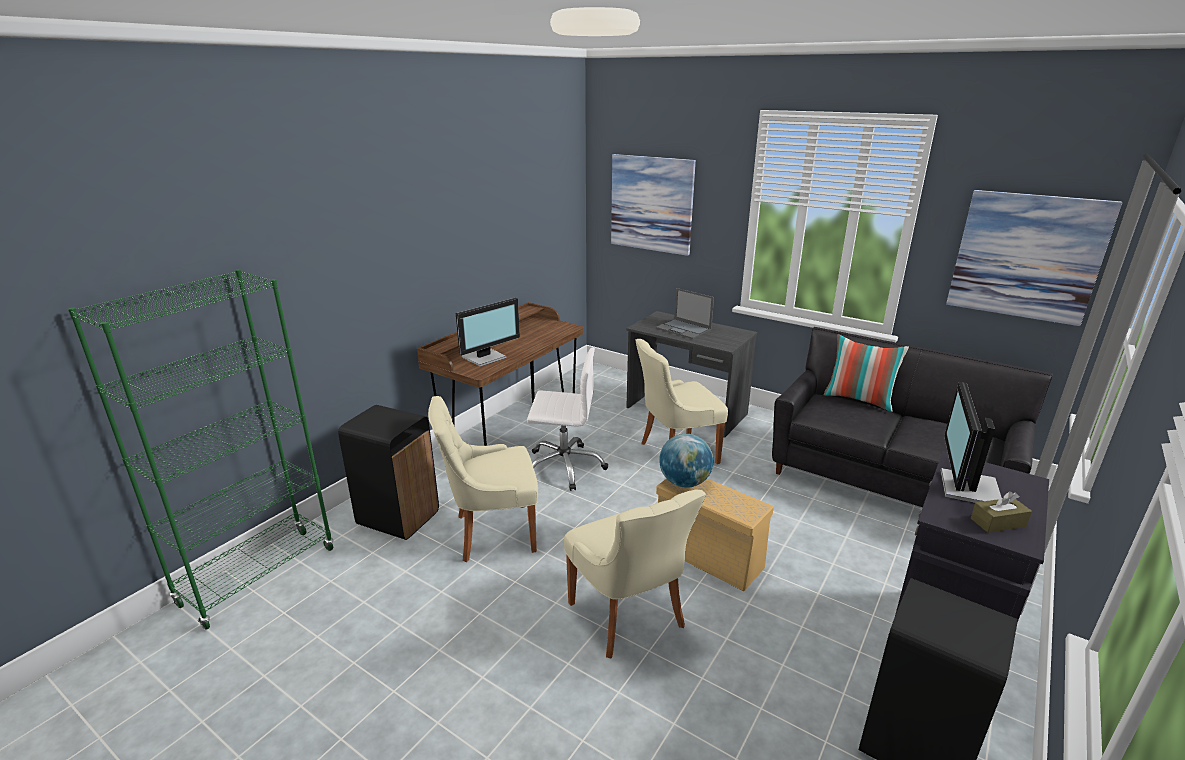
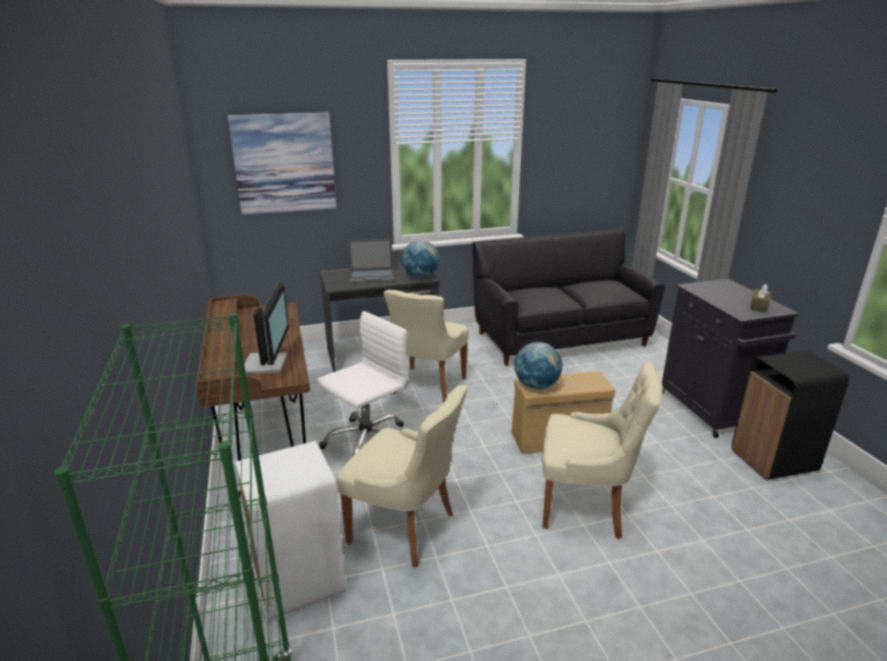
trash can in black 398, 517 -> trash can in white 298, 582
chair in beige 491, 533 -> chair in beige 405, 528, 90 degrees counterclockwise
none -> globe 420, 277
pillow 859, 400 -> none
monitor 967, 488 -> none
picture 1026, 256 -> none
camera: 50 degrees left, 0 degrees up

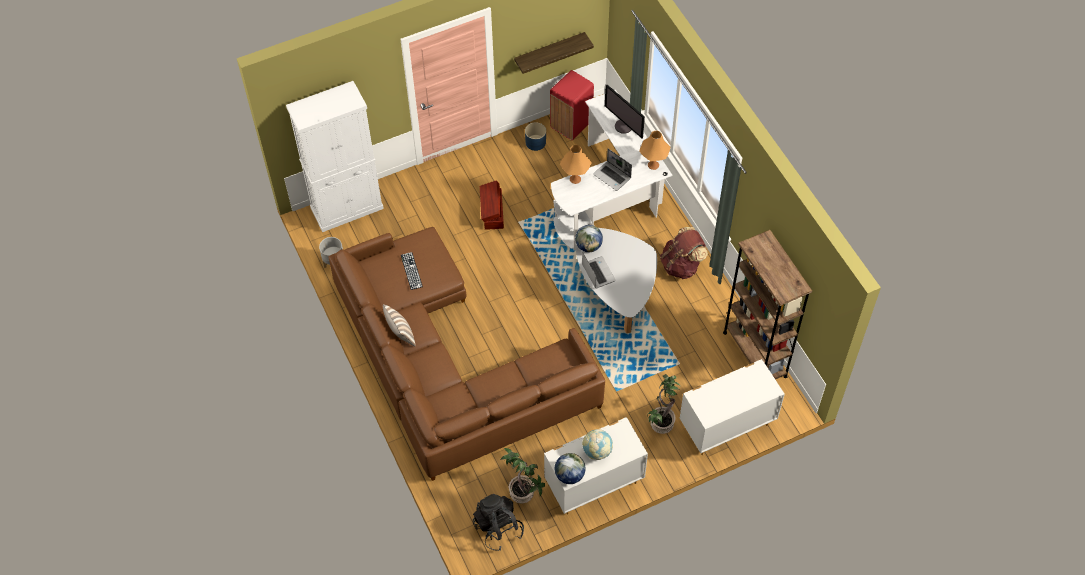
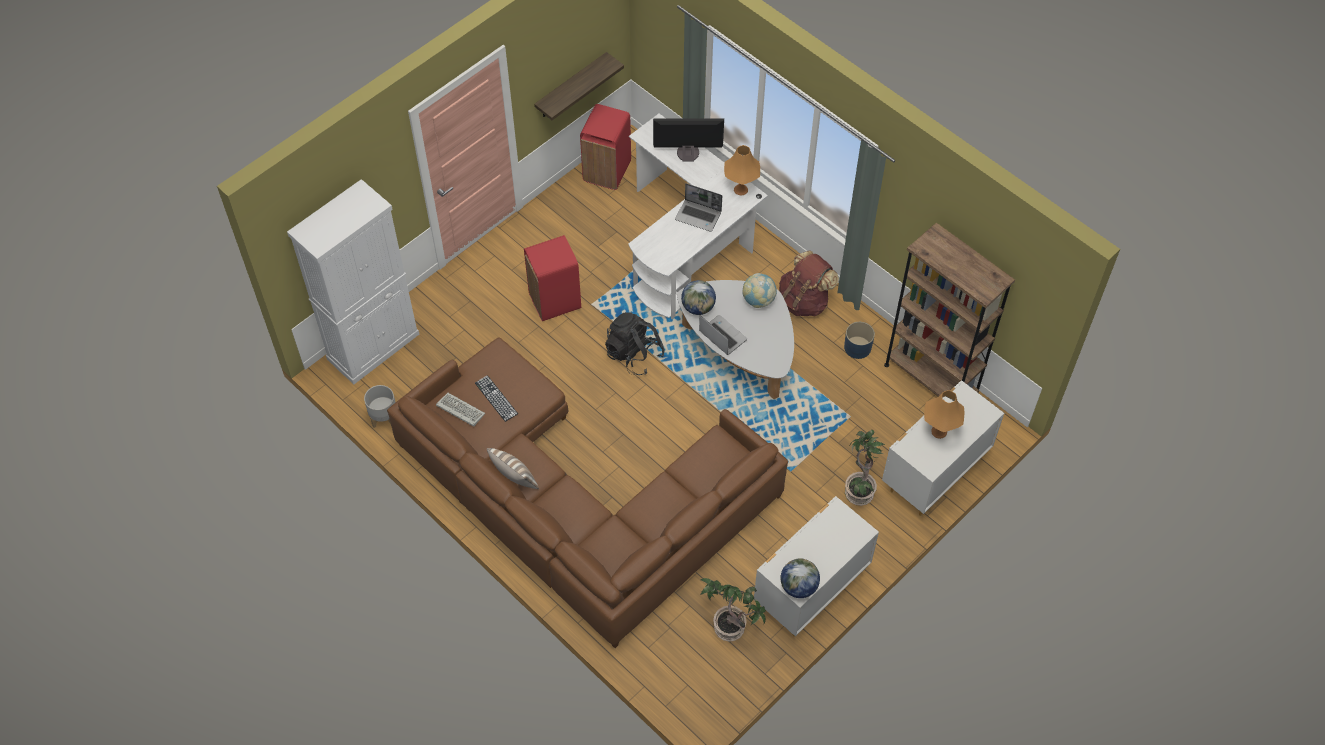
none -> keyboard 459, 410
storage box in brown 492, 212 -> trash can in red 555, 302
backpack in black 498, 528 -> backpack in black 634, 354, move
monitor 624, 126 -> monitor 687, 153, 150 degrees clockwise
globe 597, 451 -> globe 758, 300, move
planter in blue 535, 142 -> planter in blue 858, 347, move
table lamp in orange 575, 179 -> table lamp in orange 939, 431, move
camera: 20 degrees left, 0 degrees up

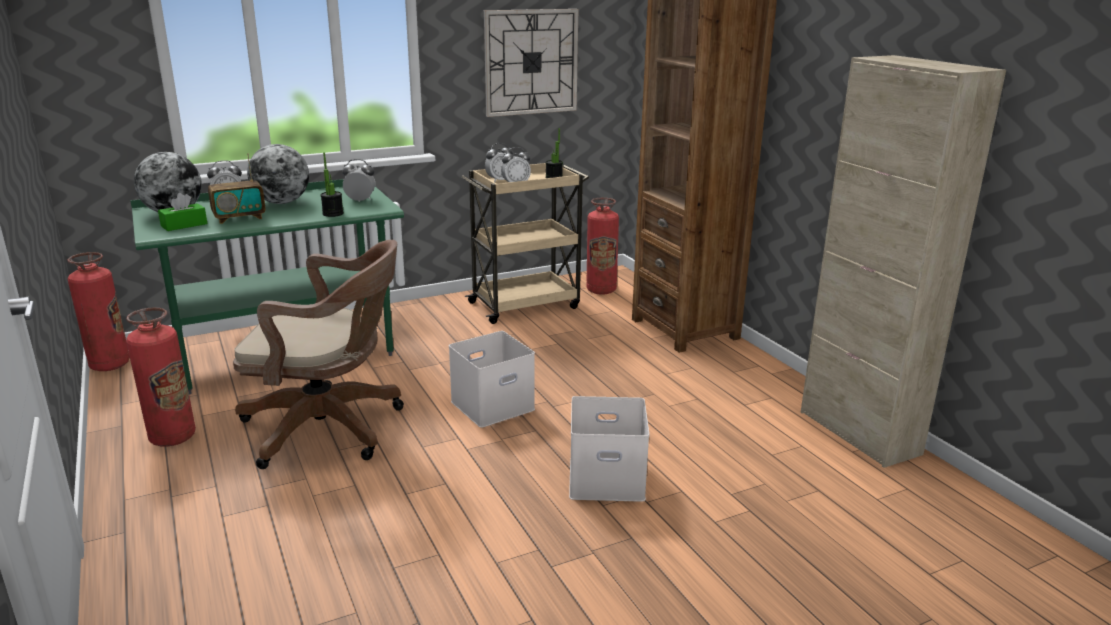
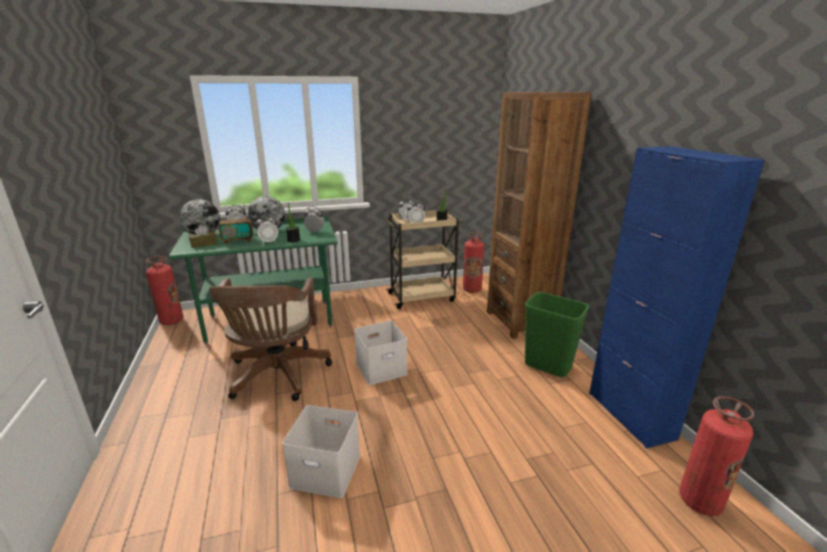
tissue box in green 184, 225 -> tissue box in brown 204, 244
office chair in brown 331, 428 -> office chair in brown 277, 376, 75 degrees clockwise
none -> alarm clock 269, 242
storage box in white 604, 479 -> storage box in white 324, 471, move
none -> trash can in green 548, 366
cabinet in beige 858, 432 -> cabinet in blue 630, 415
fire extinguisher 172, 437 -> fire extinguisher 700, 501, move
wall clock 531, 62 -> none
camera: 10 degrees right, 0 degrees up

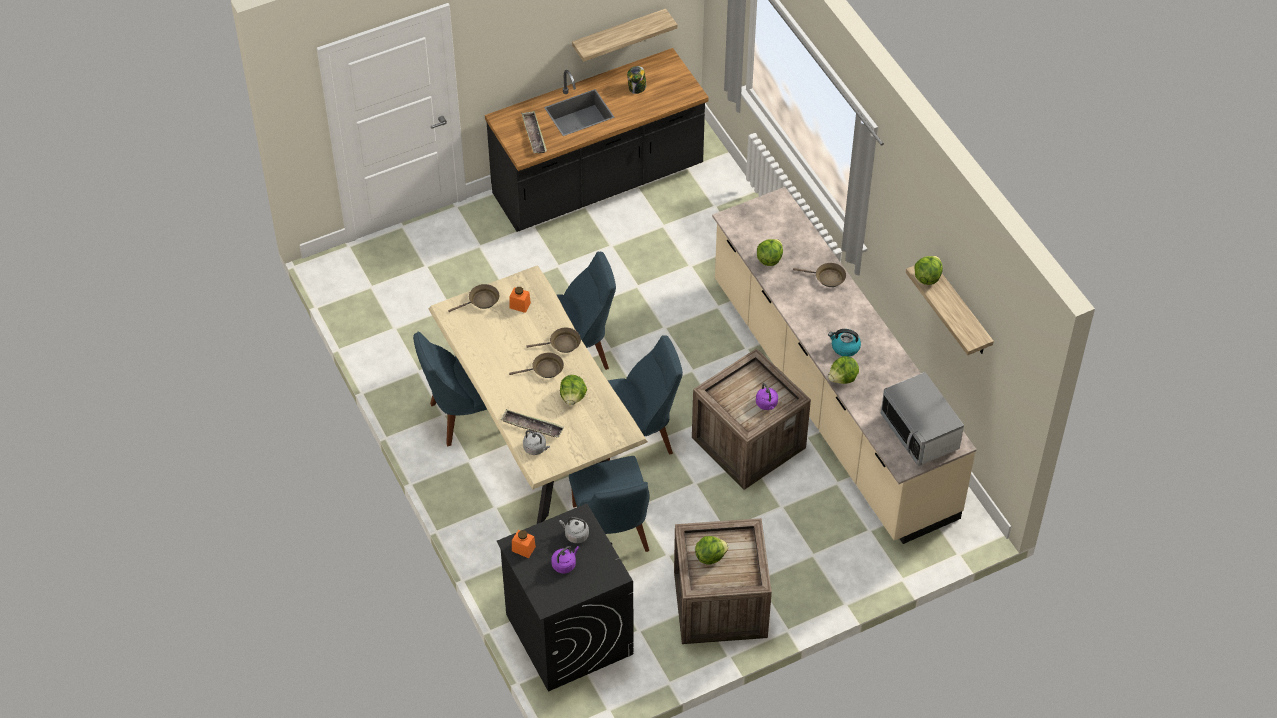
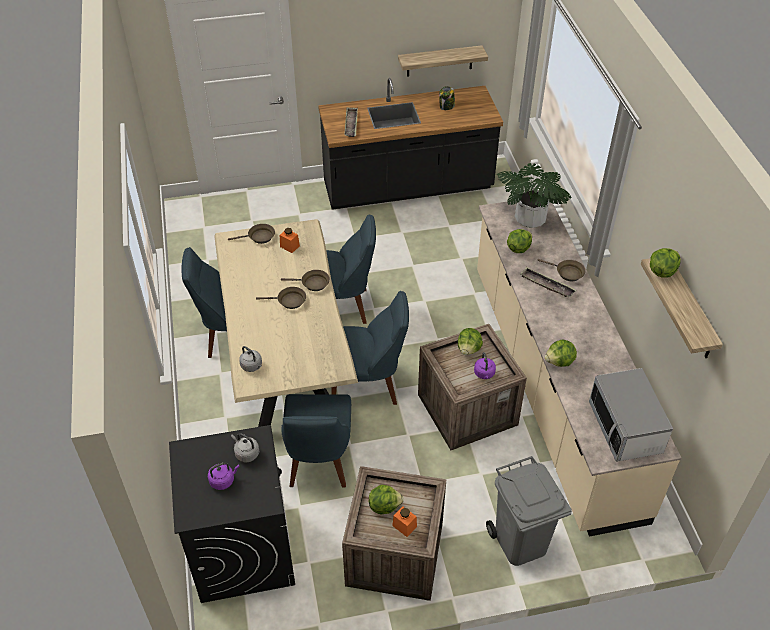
jar in orange 523, 549 -> jar in orange 404, 526, move
lettuce 573, 397 -> lettuce 469, 349, move
none -> trash can in grey 519, 542
none -> potted plant 530, 219
tray 532, 426 -> tray 547, 285, move
kettle 844, 347 -> none
camera: 15 degrees right, 5 degrees down

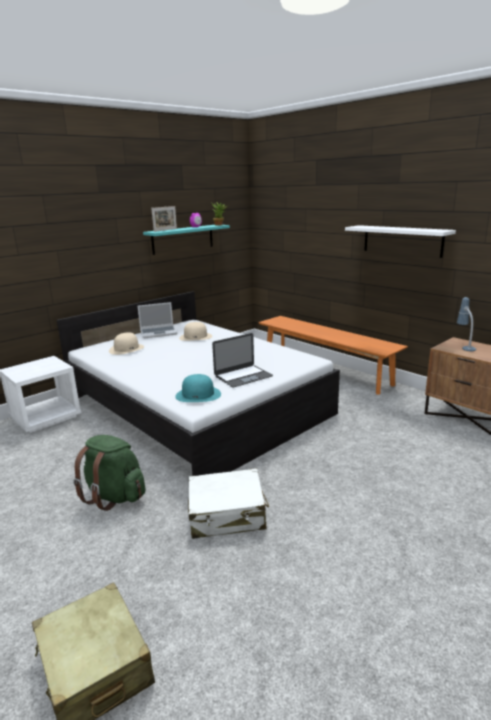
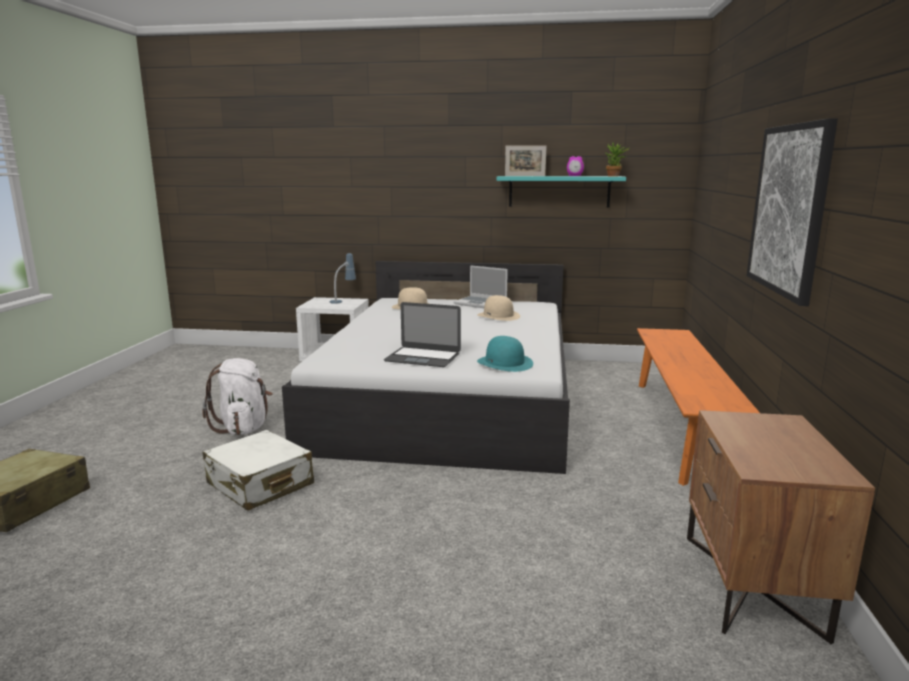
backpack in green 114, 496 -> backpack in white 243, 428
table lamp 464, 346 -> table lamp 343, 301, move
hat in turquoise 198, 395 -> hat in turquoise 505, 363, move
shelf in white 402, 240 -> picture 789, 209
camera: 50 degrees right, 5 degrees down

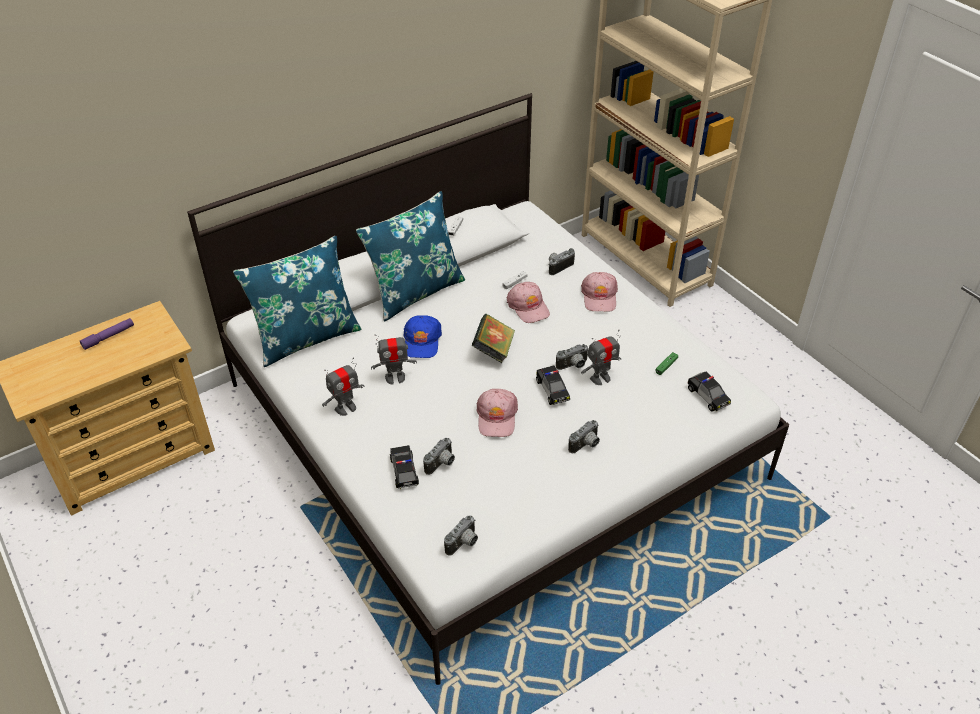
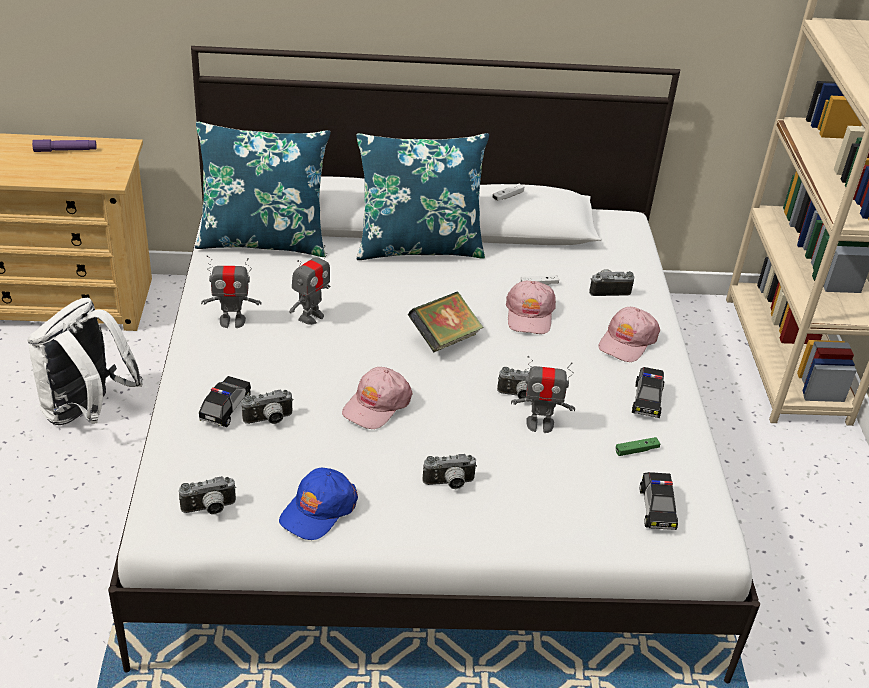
none -> backpack in white 87, 412
cap in blue 422, 341 -> cap in blue 318, 510, move
toy robot 395, 378 -> toy robot 311, 316, 75 degrees counterclockwise
toy car 552, 390 -> toy car 647, 400, move
camera: 30 degrees right, 5 degrees down

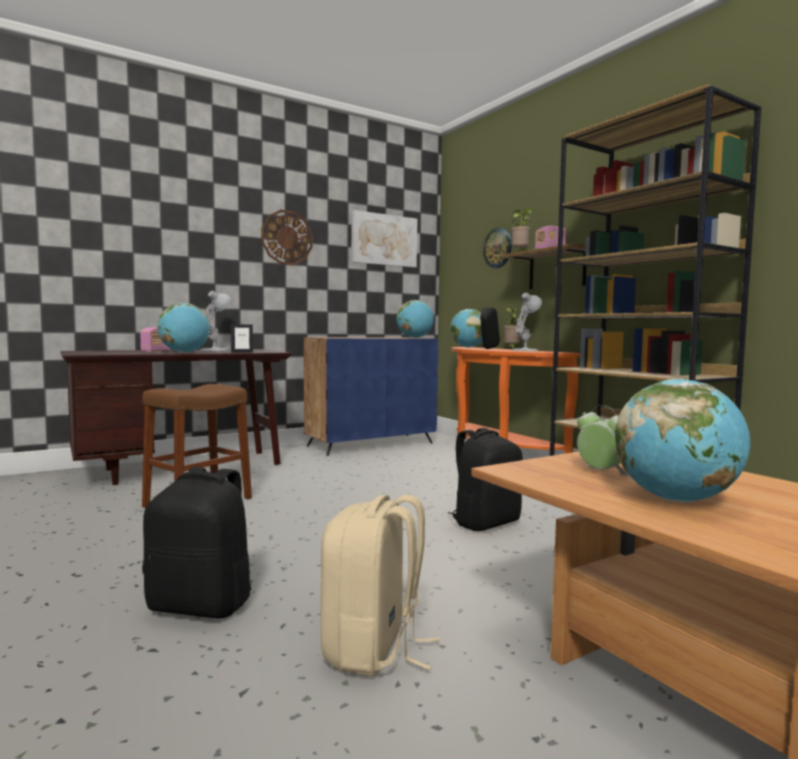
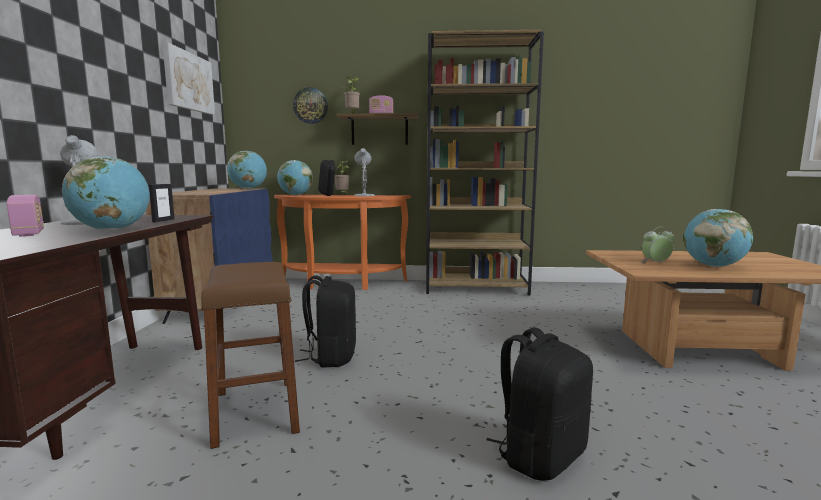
backpack in black 485, 523 -> backpack in black 331, 357, move
wall clock 287, 237 -> none
backpack in beige 373, 650 -> none
camera: 55 degrees left, 5 degrees up

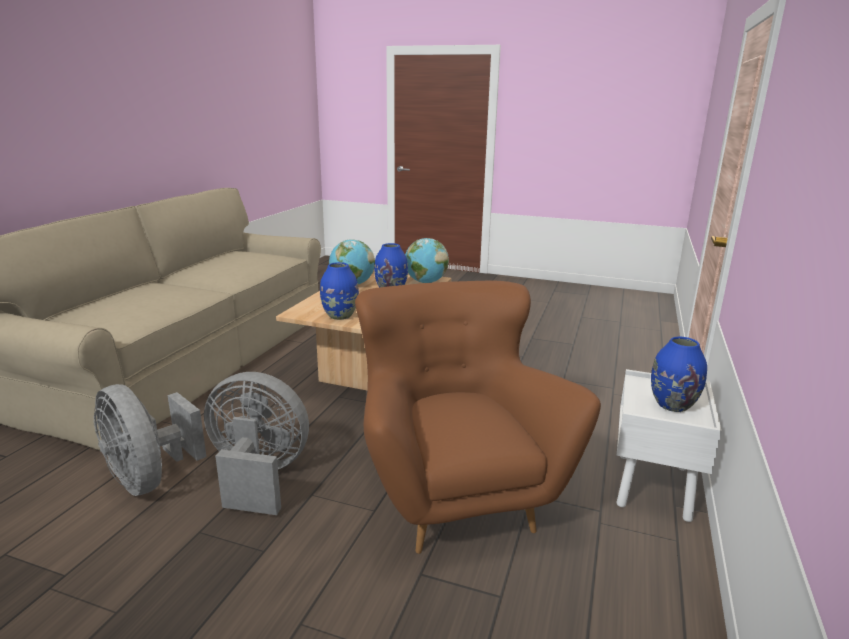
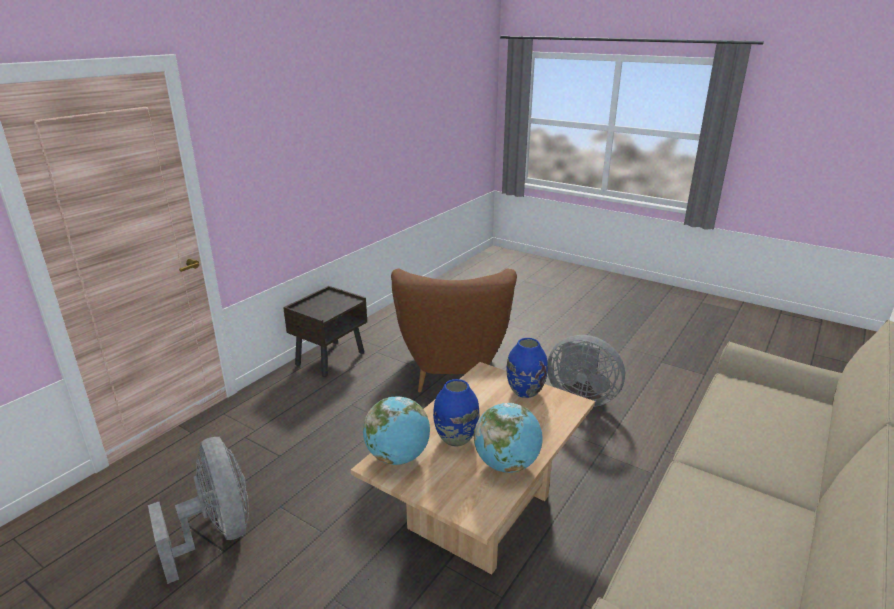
fan in grey 149, 478 -> fan in grey 217, 533, move
nightstand in white 653, 487 -> nightstand in brown 330, 358
vase in blue 672, 405 -> none
camera: 165 degrees left, 5 degrees up

